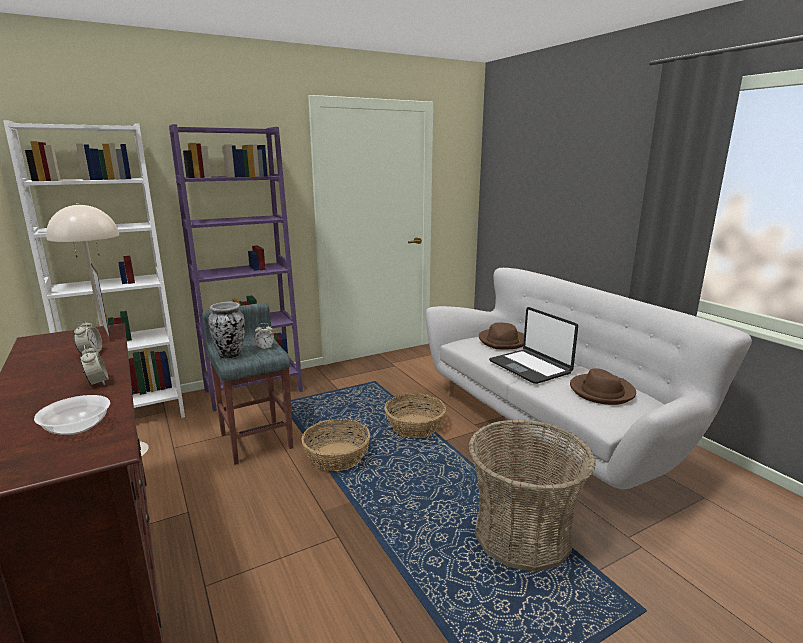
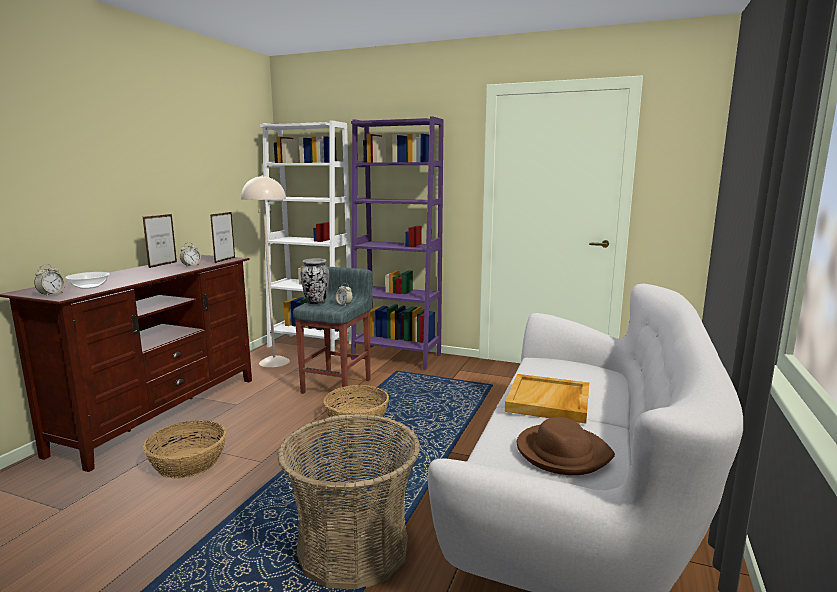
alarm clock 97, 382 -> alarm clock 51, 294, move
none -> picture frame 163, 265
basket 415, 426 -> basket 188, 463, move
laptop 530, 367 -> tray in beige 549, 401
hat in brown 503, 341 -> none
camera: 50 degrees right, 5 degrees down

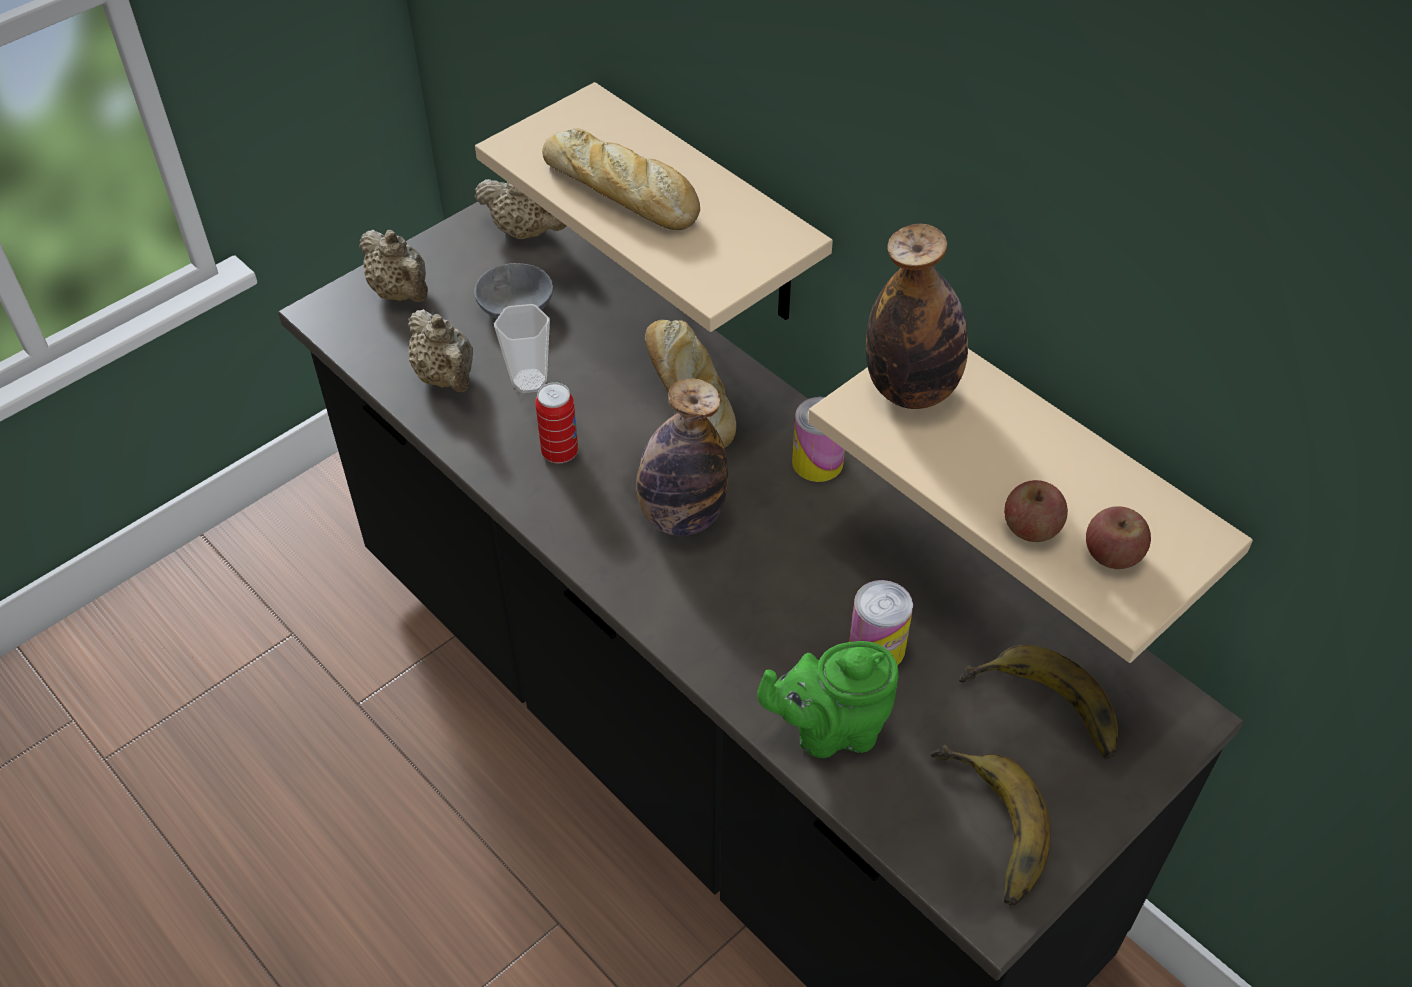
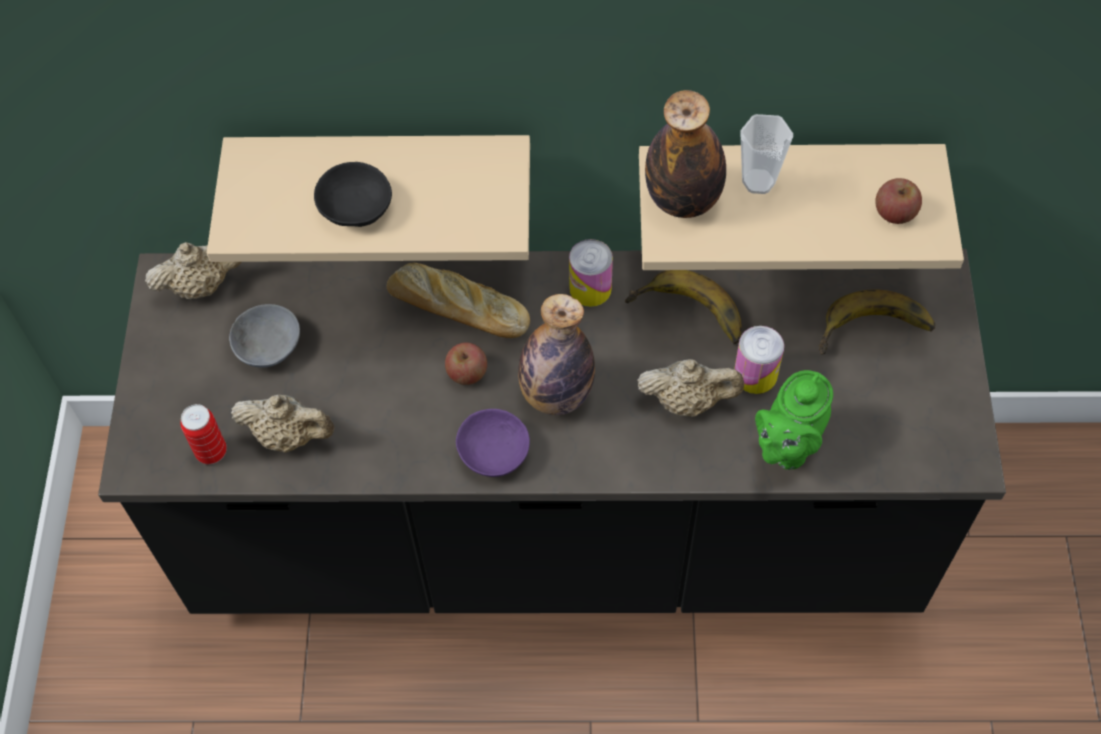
can 560, 452 -> can 211, 451, move
bread 623, 192 -> bowl in black 358, 206
apple 1031, 528 -> apple 467, 372, move
none -> bowl in purple 491, 452
banana 982, 829 -> banana 686, 318, move
teapot in beige 401, 293 -> teapot in beige 688, 401, move
cup 529, 381 -> cup 758, 181, move
camera: 45 degrees left, 10 degrees up

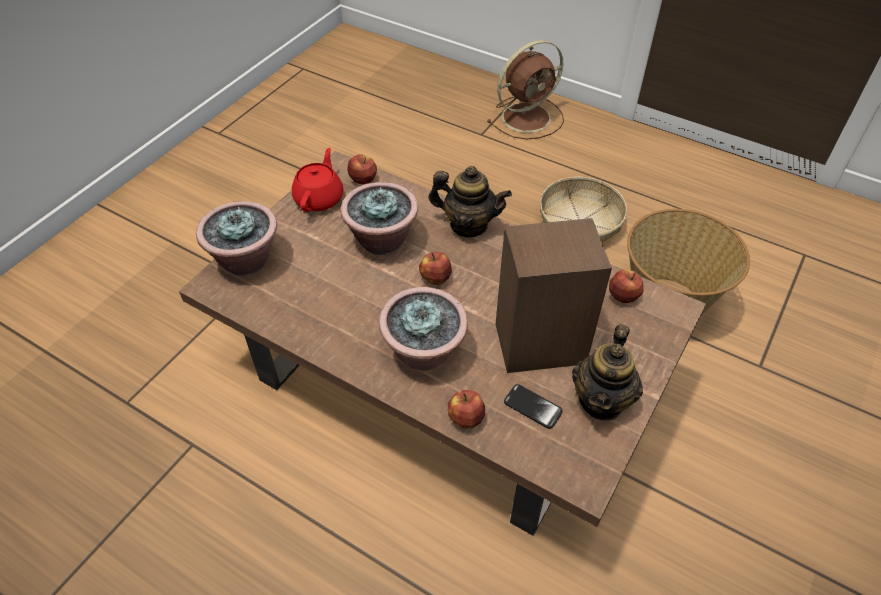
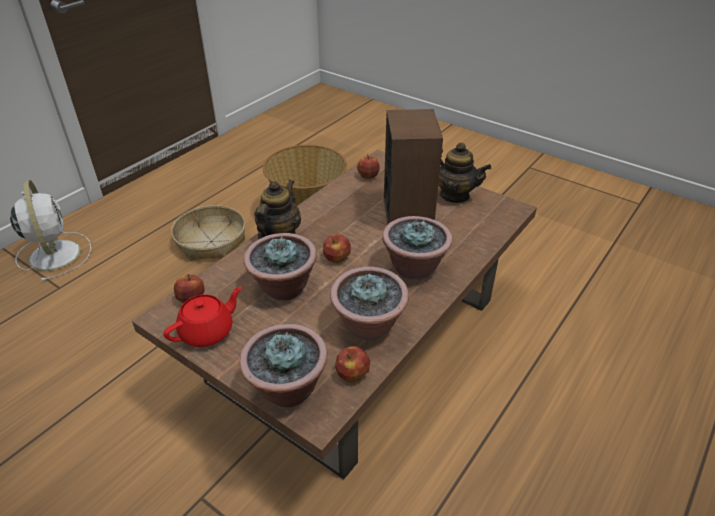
fan in brown 528, 117 -> fan in white 54, 254
teapot in red 319, 198 -> teapot in red 208, 331, 120 degrees clockwise
none -> potted plant 369, 326
apple 465, 419 -> apple 353, 374, move
phone 532, 407 -> none
camera: 85 degrees left, 10 degrees down

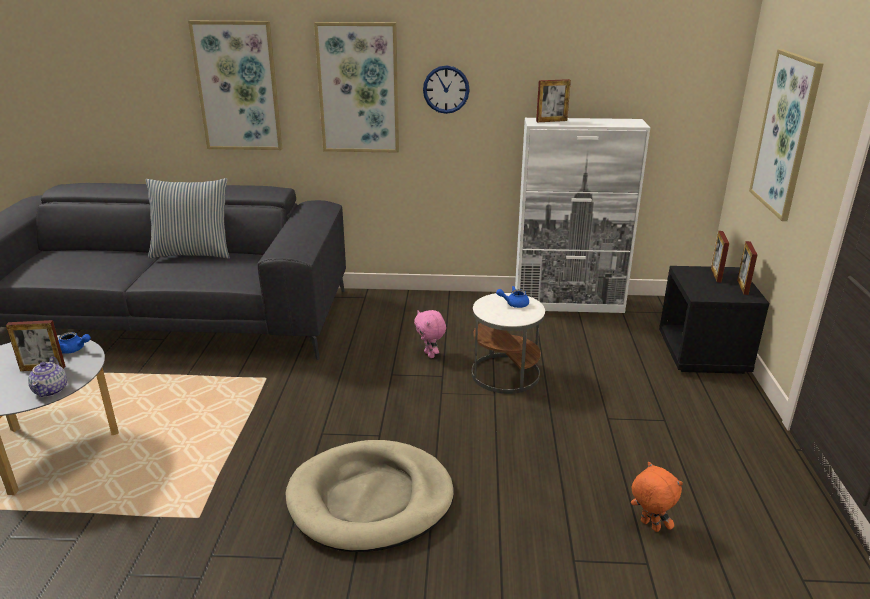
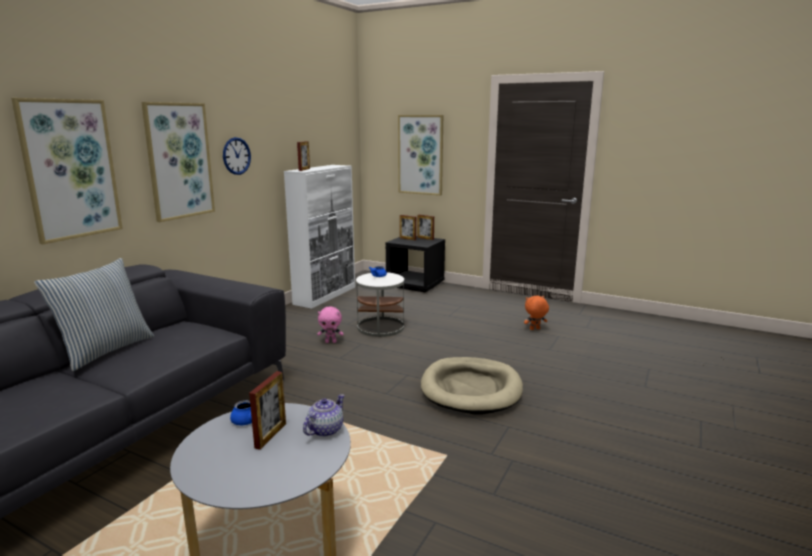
teapot 51, 390 -> teapot 324, 430, 75 degrees counterclockwise
camera: 65 degrees left, 10 degrees down

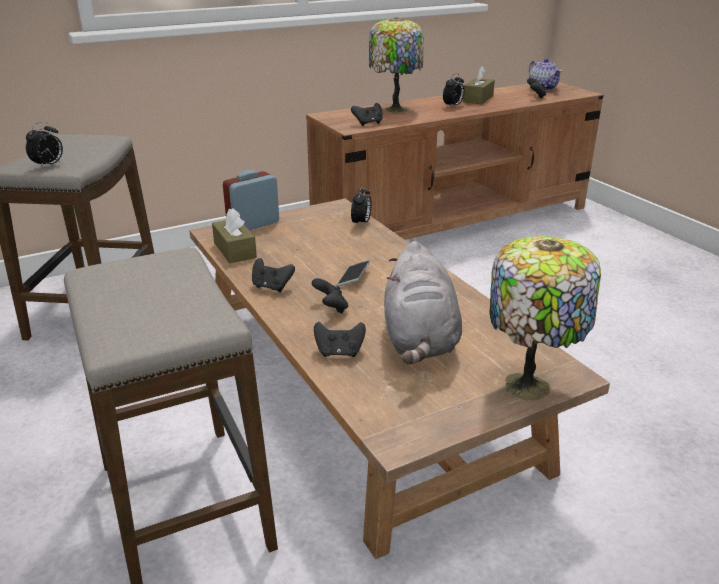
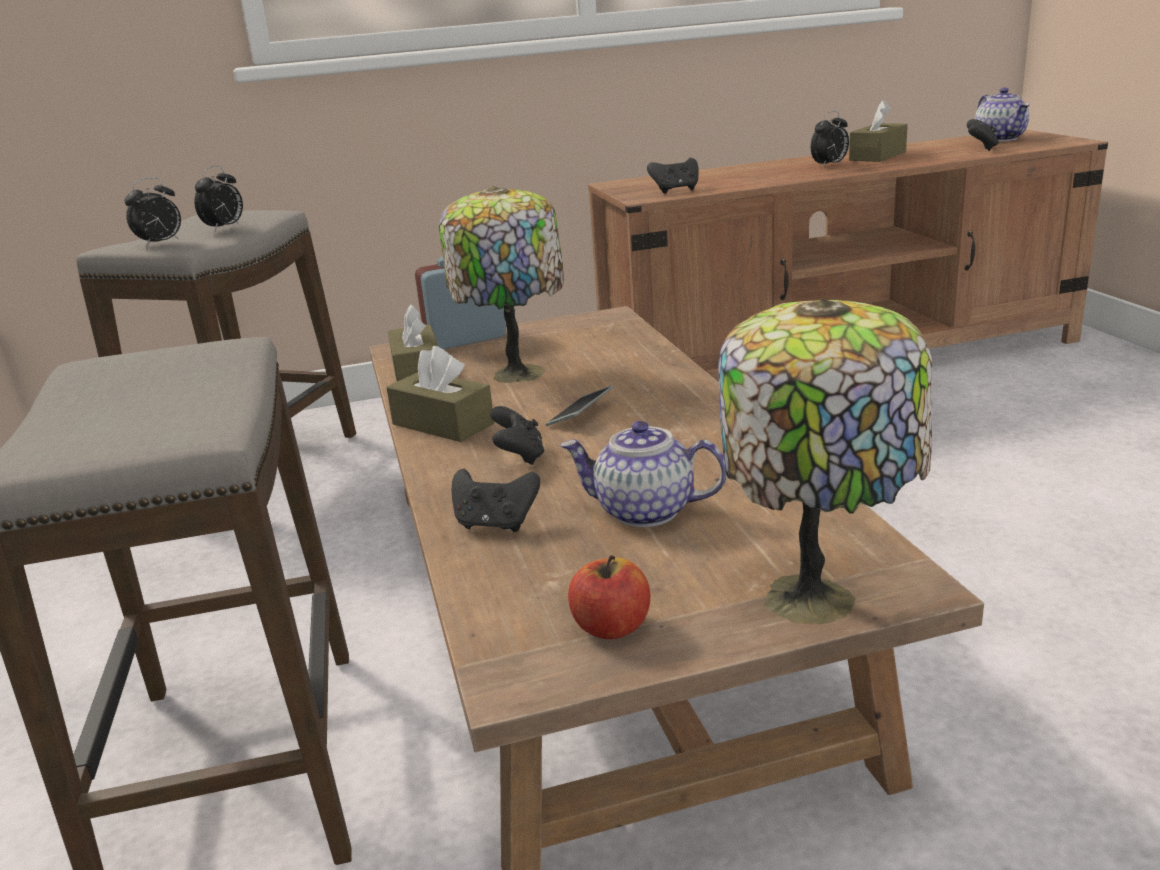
alarm clock 361, 223 -> alarm clock 225, 228, move
game controller in black 271, 287 -> tissue box in brown 443, 424
table lamp 395, 108 -> table lamp 516, 371, move
plush toy in grey 420, 340 -> teapot 644, 511
none -> apple 611, 627
camera: 15 degrees right, 5 degrees down

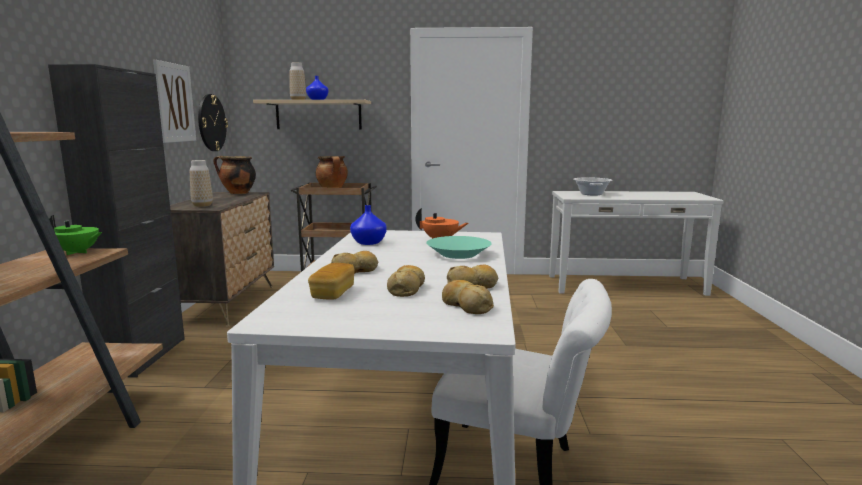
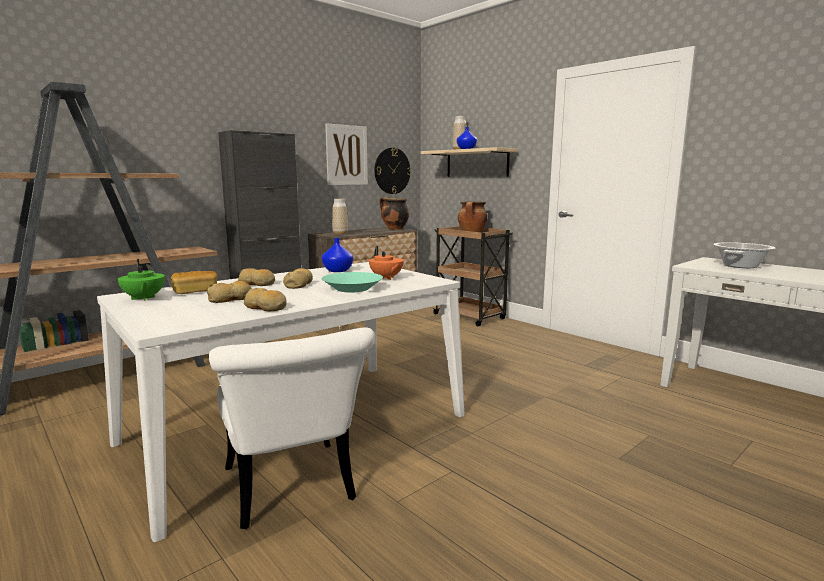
teapot in green 77, 252 -> teapot in green 143, 298, move
bread 466, 305 -> bread 299, 284, move
camera: 45 degrees right, 0 degrees up

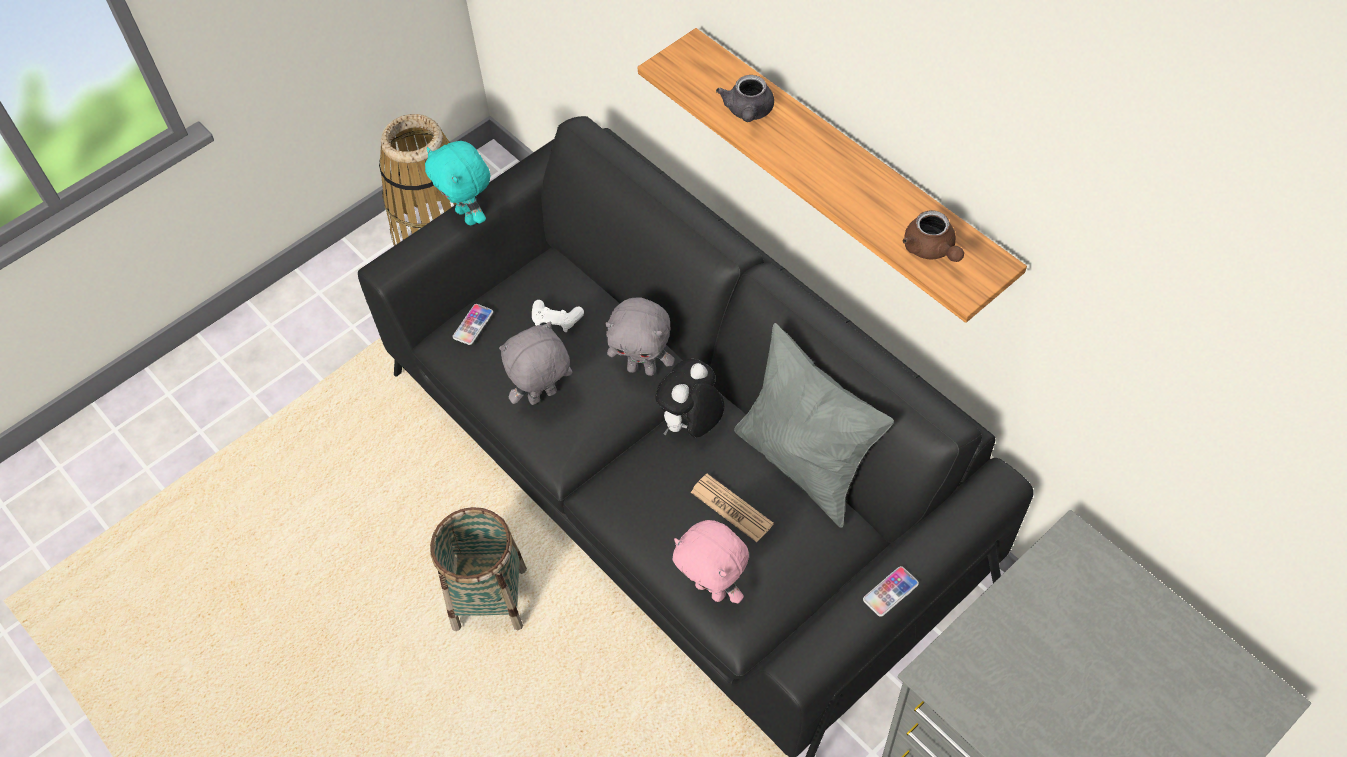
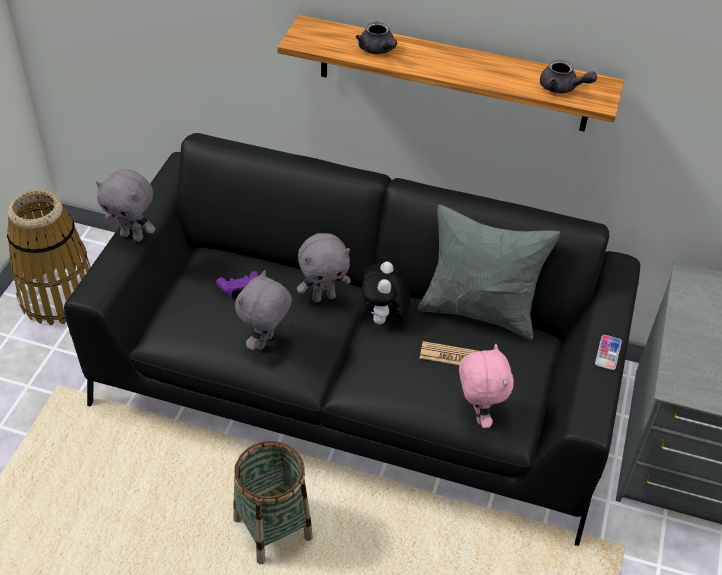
plush toy in turquoise 469, 216 -> plush toy in grey 133, 236
game controller in white 556, 320 -> game controller in purple 239, 288
plush toy in pink 712, 589 -> plush toy in pink 477, 414, 105 degrees counterclockwise
teapot in brown 931, 250 -> teapot in grey 562, 88
phone 473, 325 -> none
camera: 35 degrees left, 10 degrees down

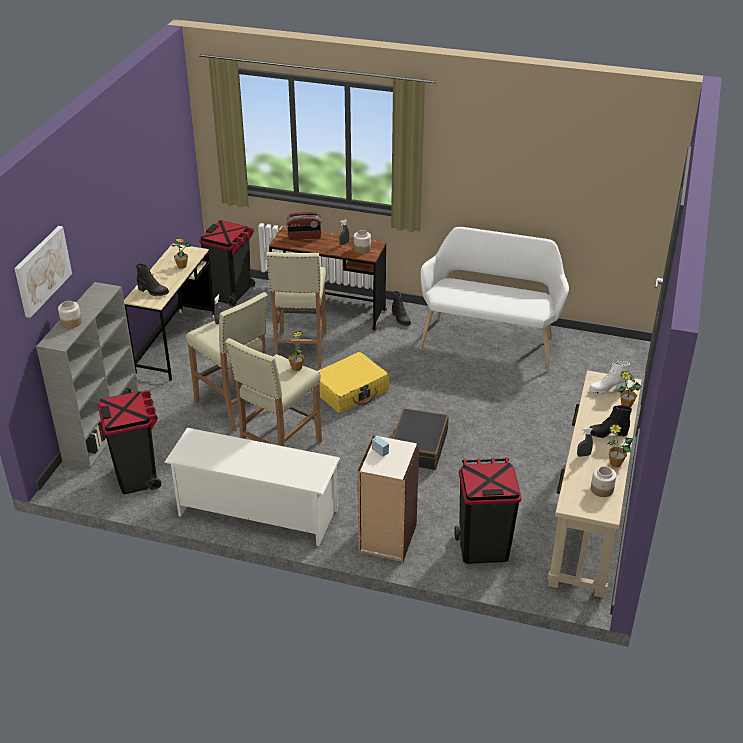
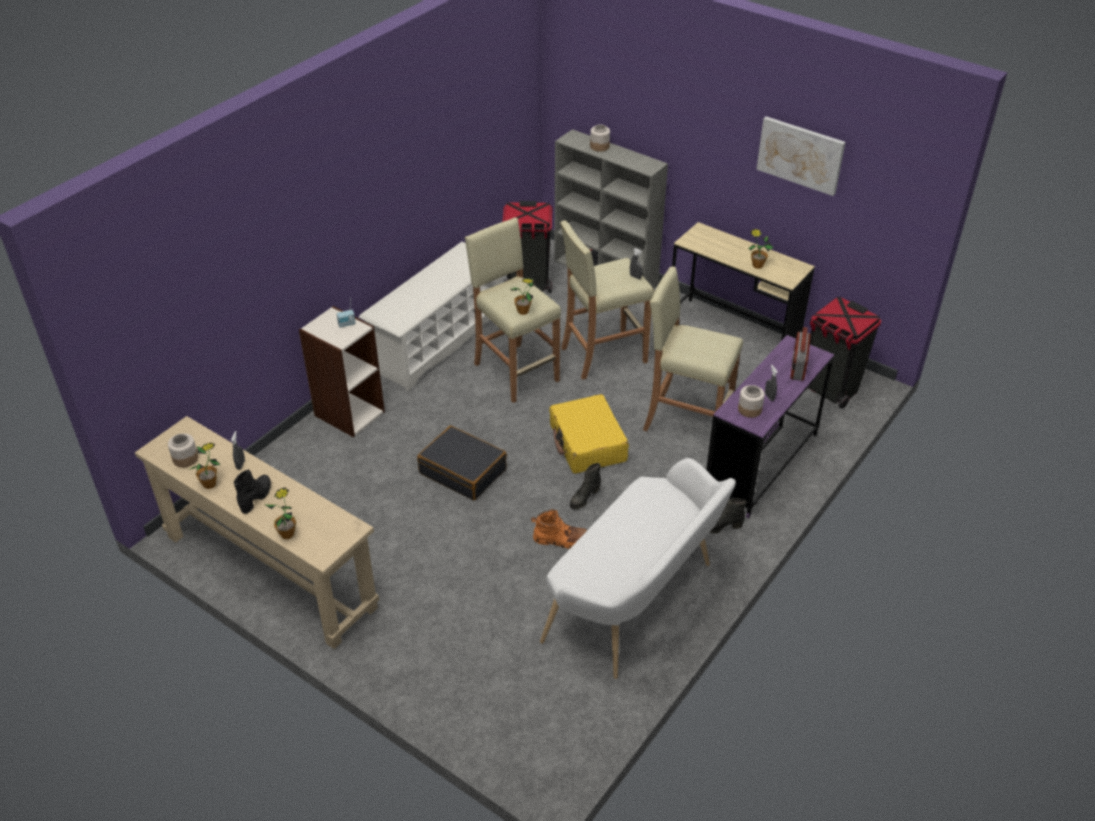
none -> boot in orange 561, 540
boot in black 153, 292 -> boot in black 584, 498, move
desk in brown 330, 312 -> desk in purple 761, 464
picture 42, 270 -> picture 800, 155, move
trash can in black 483, 548 -> none
boot in white 607, 389 -> none
camera: 110 degrees right, 5 degrees up

